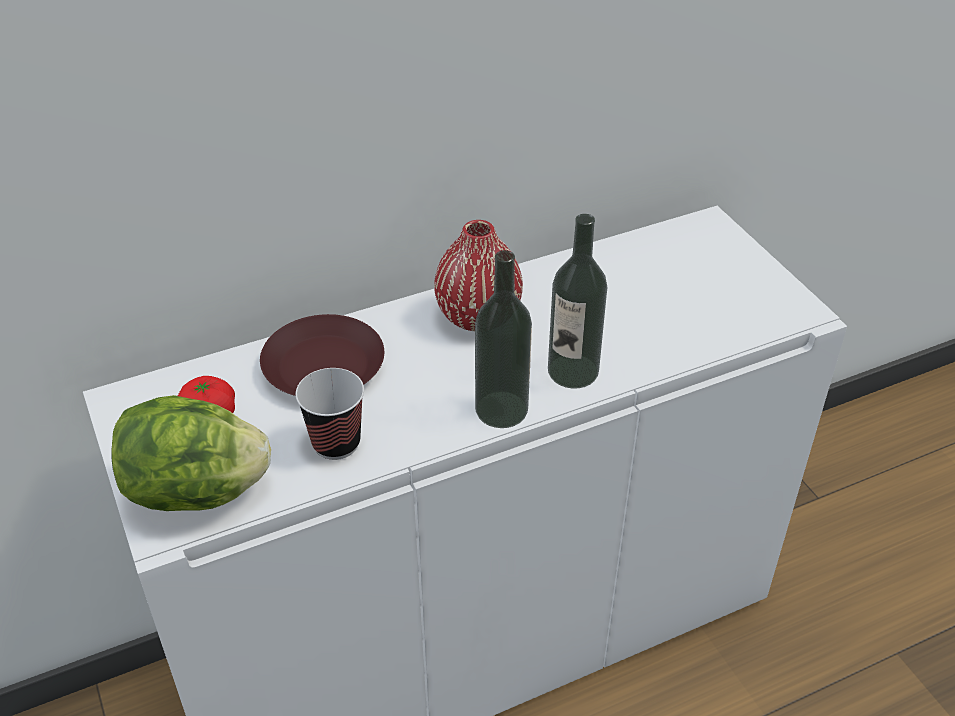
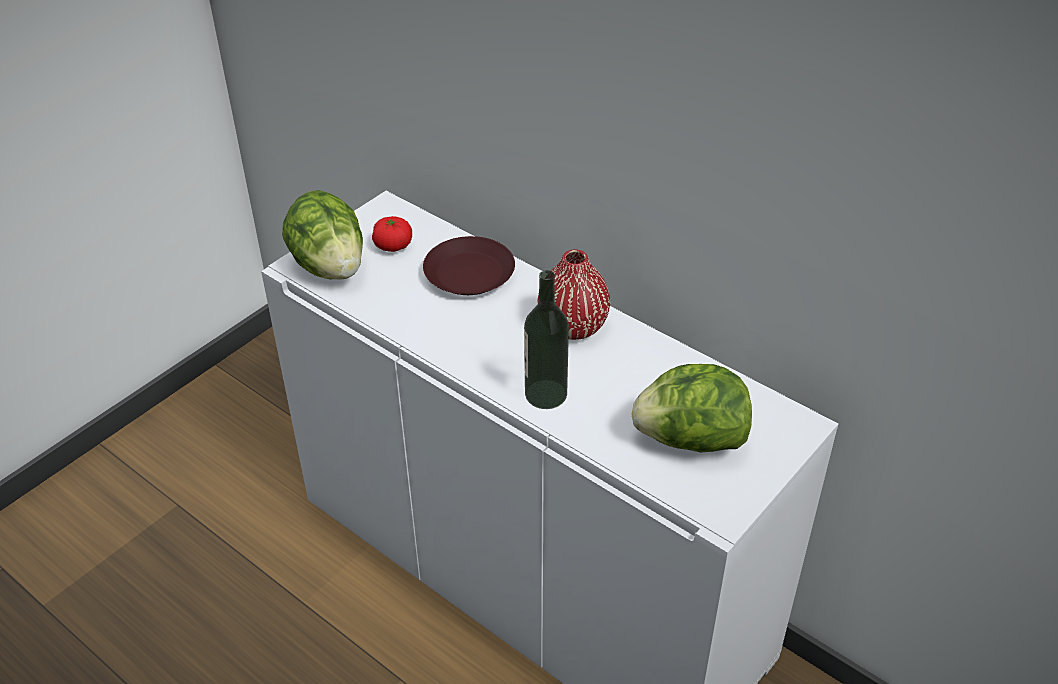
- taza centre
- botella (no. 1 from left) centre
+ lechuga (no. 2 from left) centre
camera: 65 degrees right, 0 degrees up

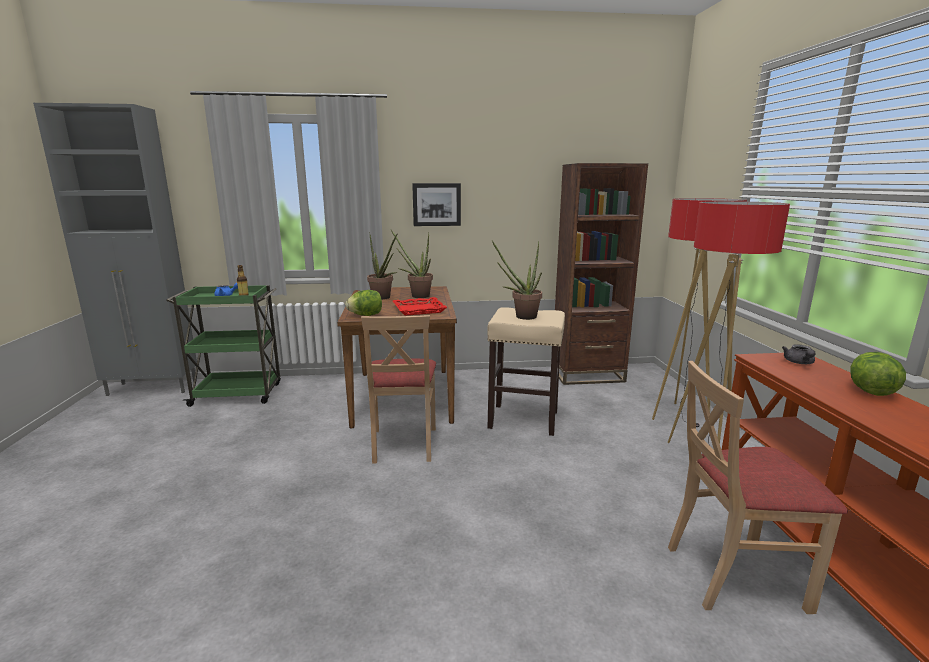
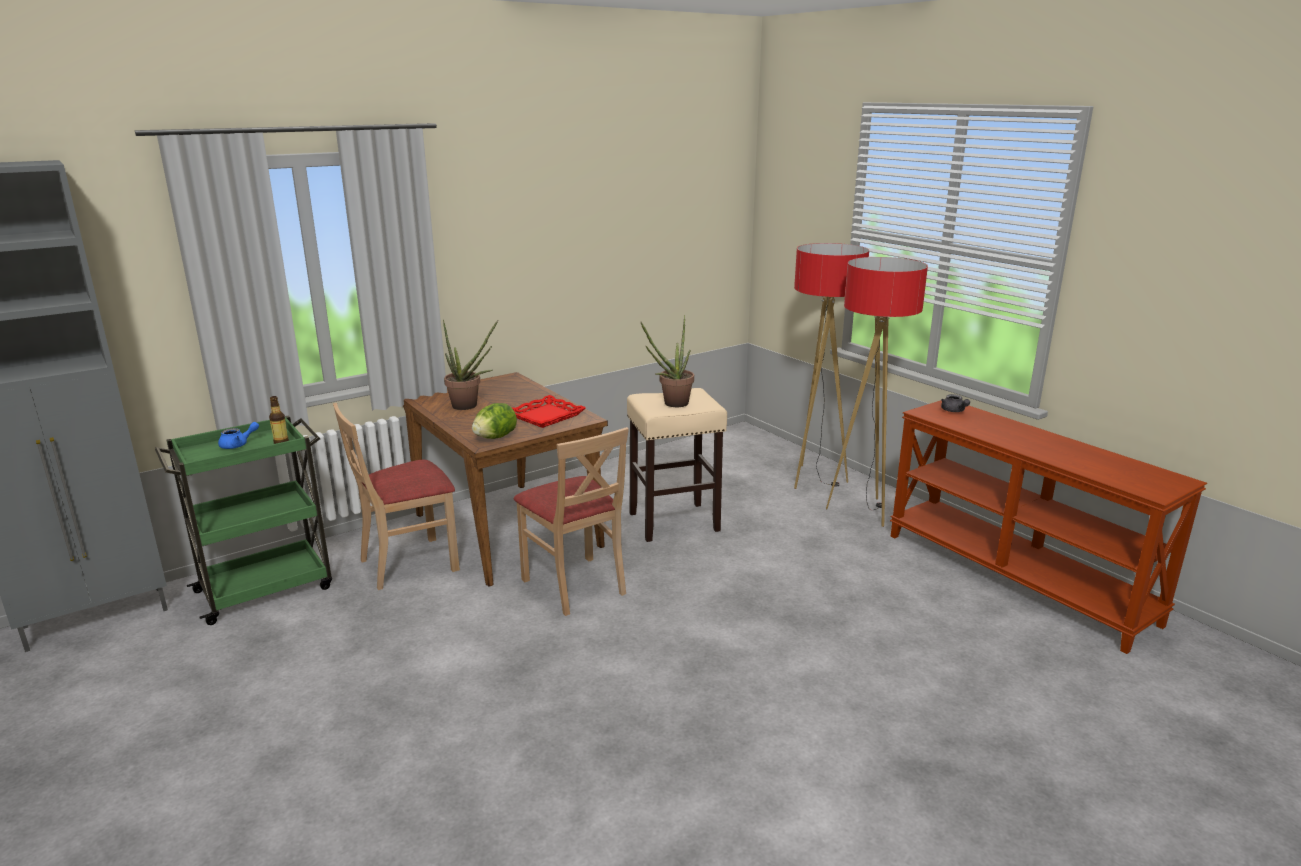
- planta en maceta (no. 2 from left) centre
- cuadro top centre
- estantería [marrón] centre
- lechuga (no. 2 from left) middle right
~ silla [beis] (no. 2 from left in the first image) bottom right to silla [beis] (no. 1 from left) middle left
camera: 30 degrees left, 5 degrees up

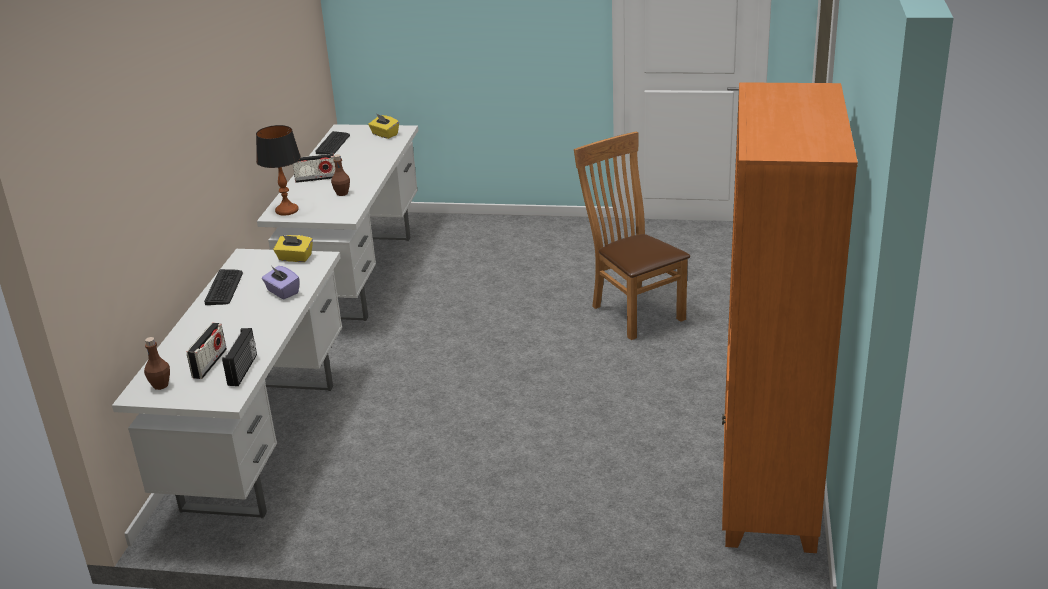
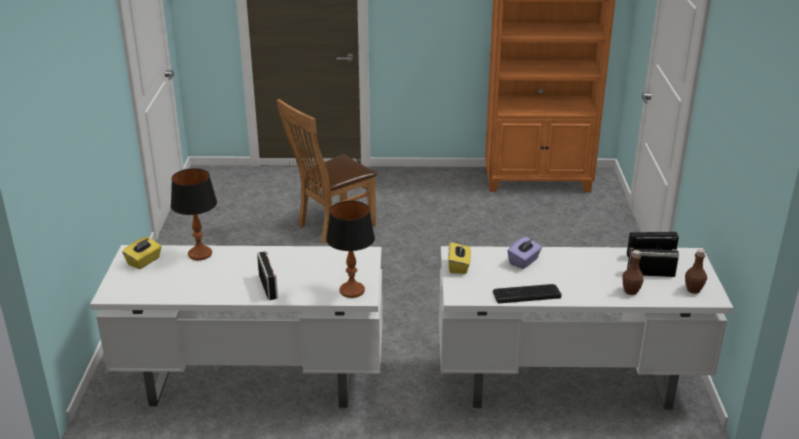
- teclado (no. 2 from left) top left
+ lámpara de mesa (no. 1 from left) middle left
~ botella [marrón] (no. 2 from left in the first image) top left to botella [marrón] (no. 1 from left) middle right
camera: 100 degrees left, 0 degrees up

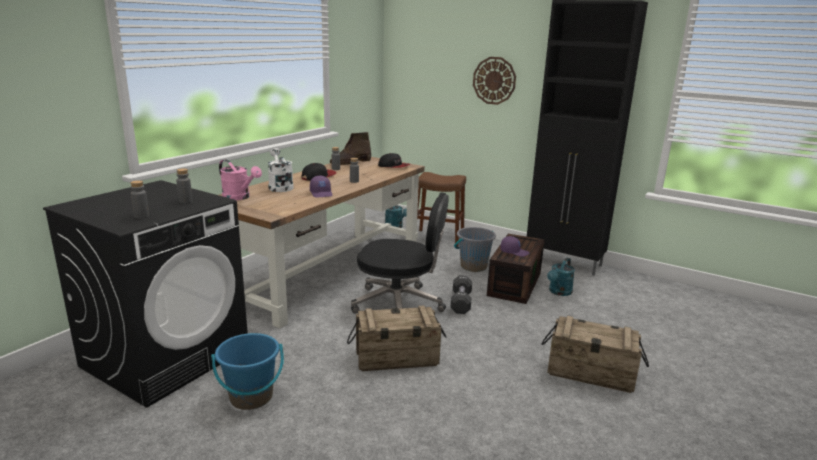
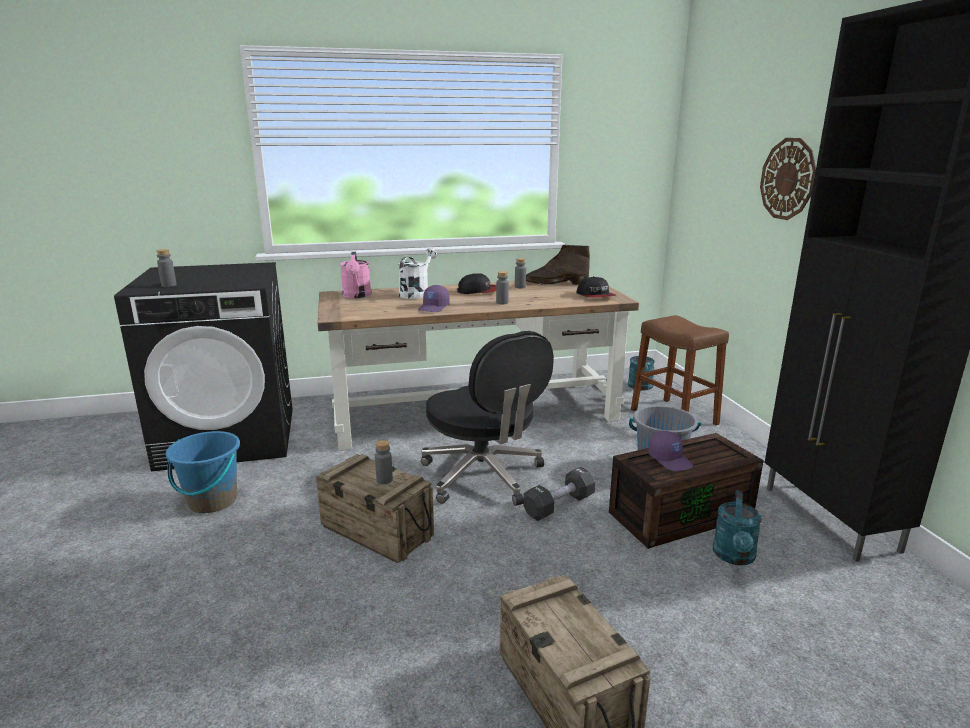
~ botella [gris] (no. 2 from left) middle left to centre
~ regadera [turquesa] (no. 2 from left) middle right = bottom right 60 degrees counterclockwise
camera: 45 degrees right, 0 degrees up

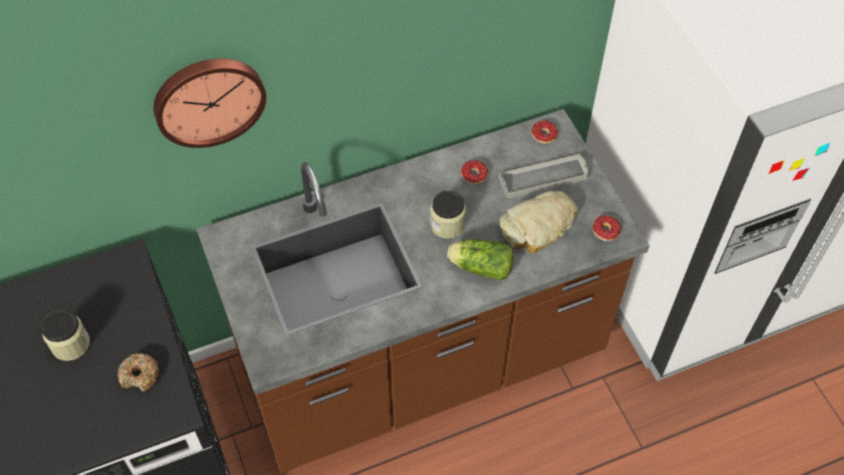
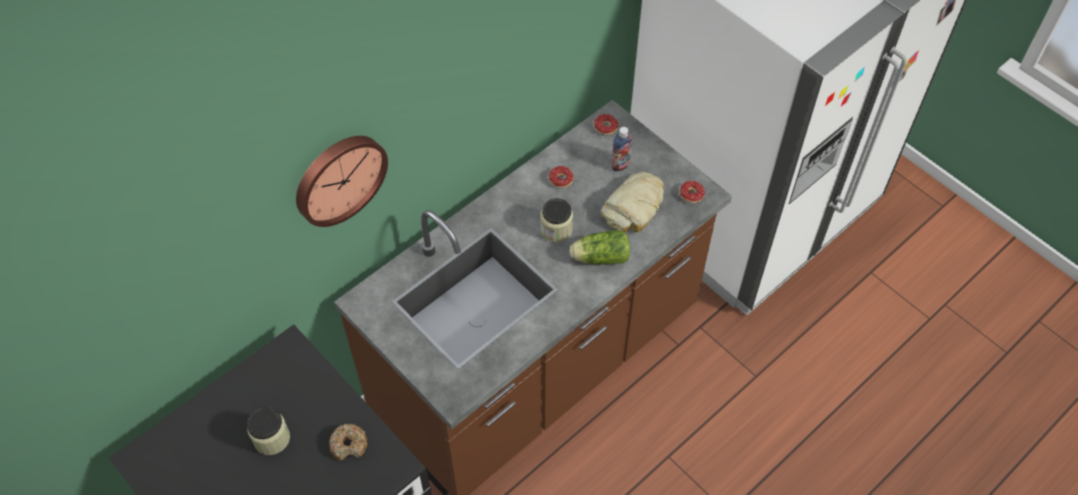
~ bandeja [gris] centre to botella top centre
camera: 20 degrees left, 0 degrees up

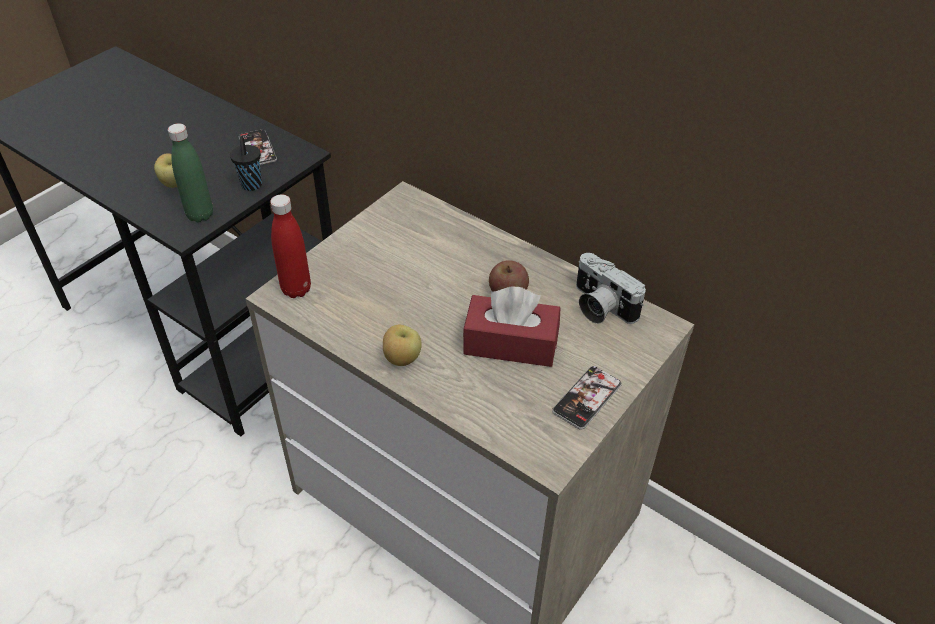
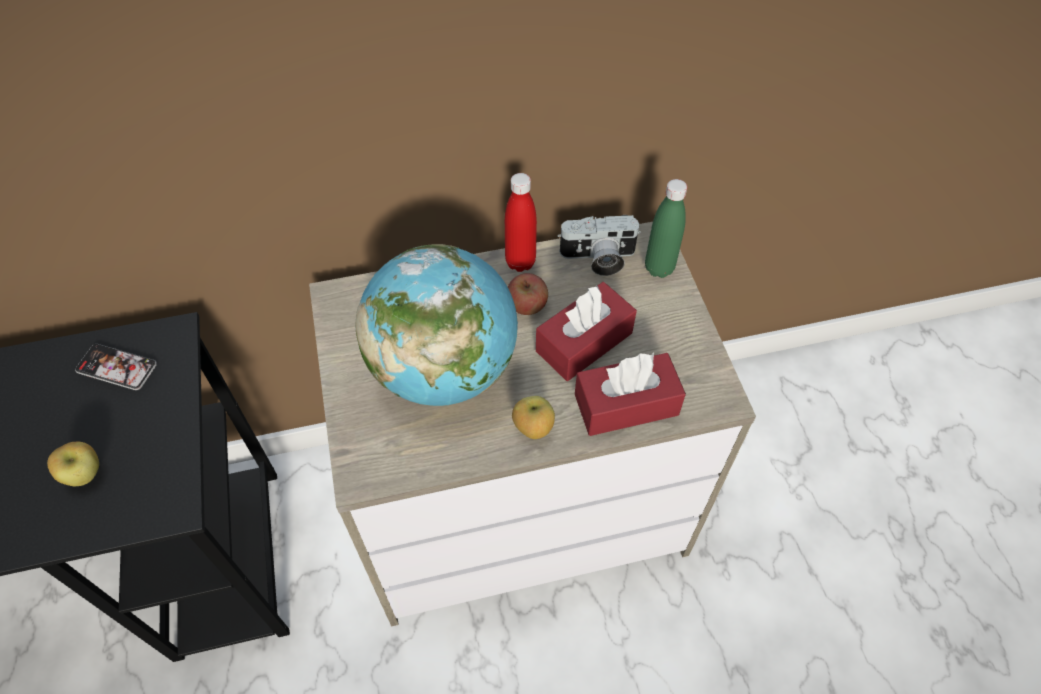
- taza [negro] top left
- móvil (no. 2 from left) centre
+ globo terráqueo centre
+ caja de pañuelos [rojo] (no. 2 from left) centre
~ botella [verde] top left to top centre
~ botella [rojo] middle left to top centre
camera: 50 degrees left, 10 degrees up

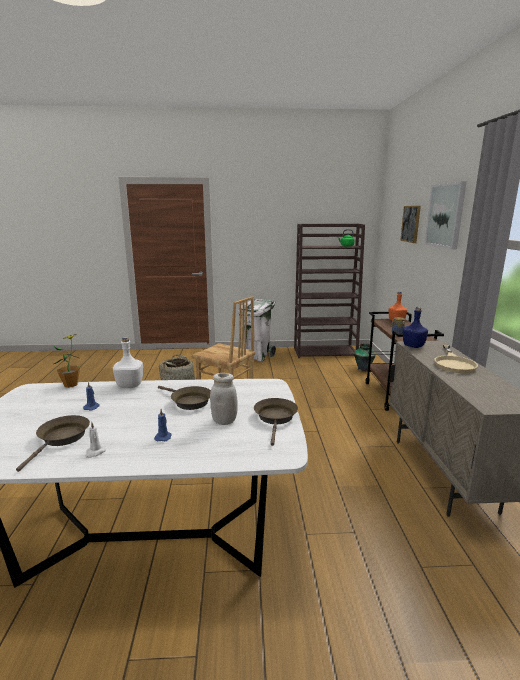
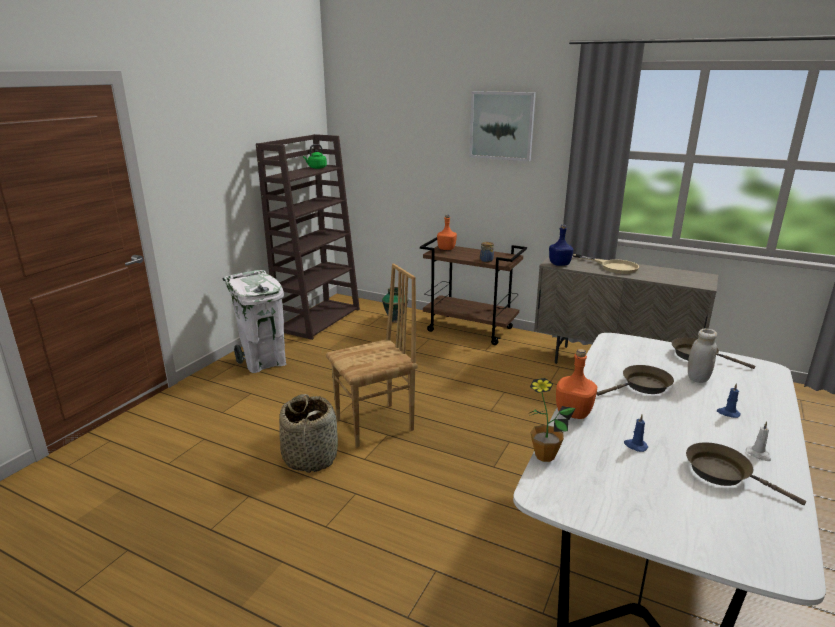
- cuadro (no. 1 from left) top right
~ botella [blanco] middle left to botella [naranja] (no. 2 from left) middle right
camera: 60 degrees left, 5 degrees up

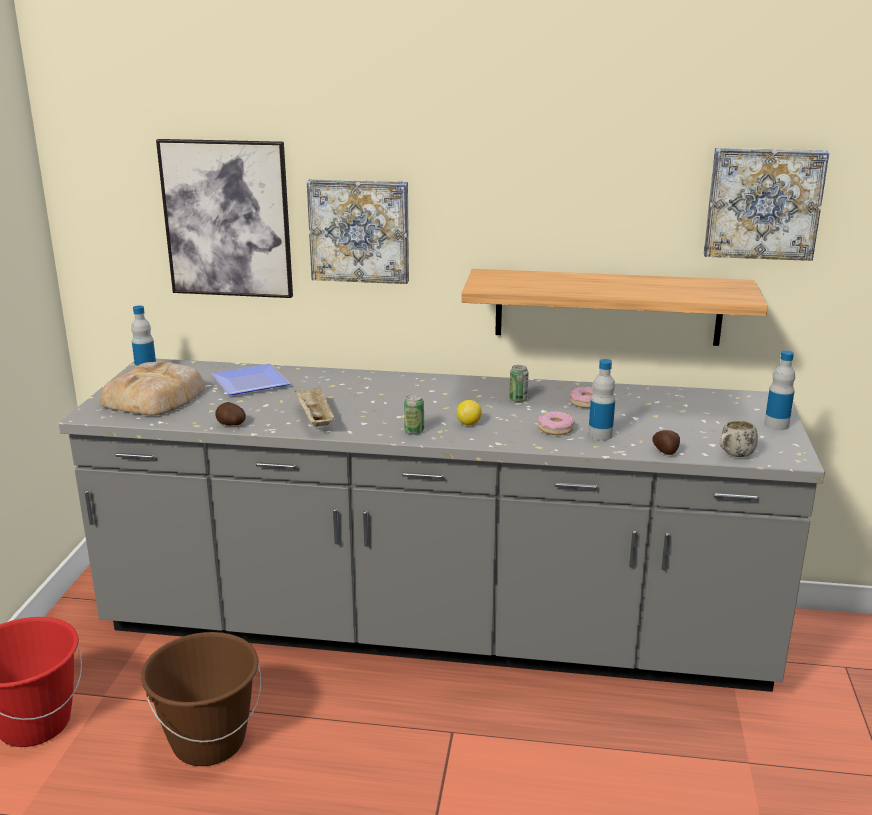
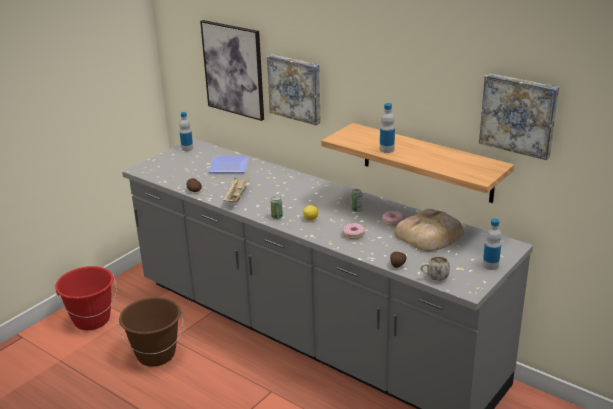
~ pan middle left to middle right
~ botella (no. 2 from left) middle right to top centre
camera: 30 degrees right, 5 degrees up

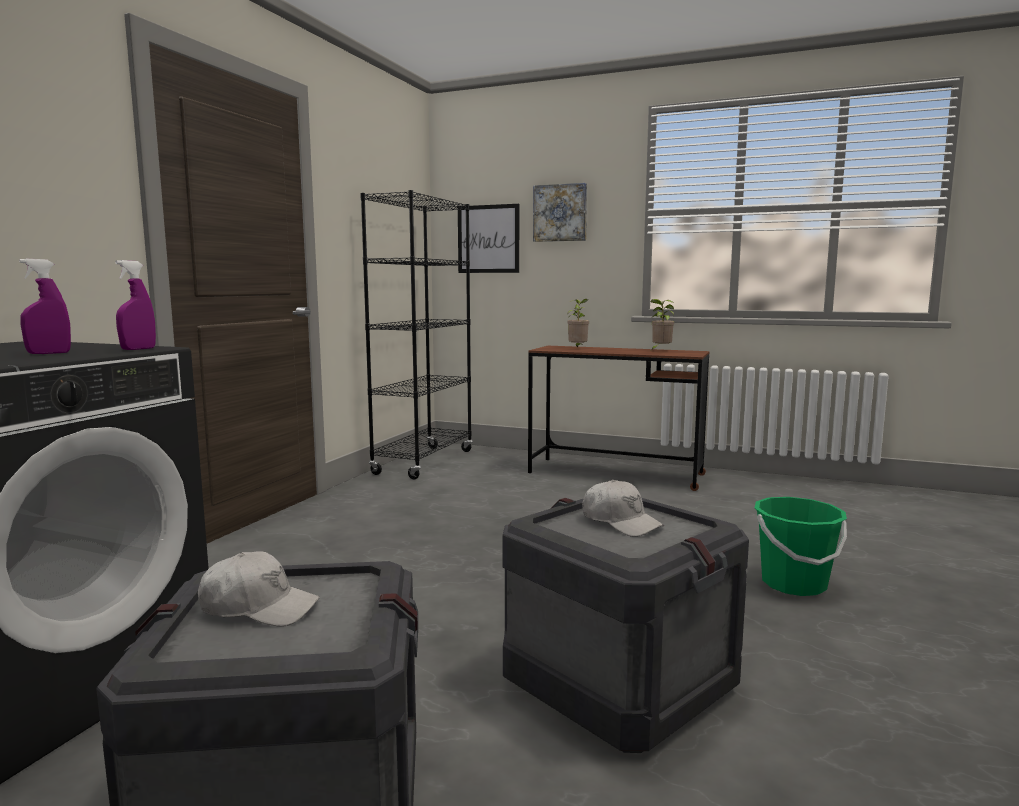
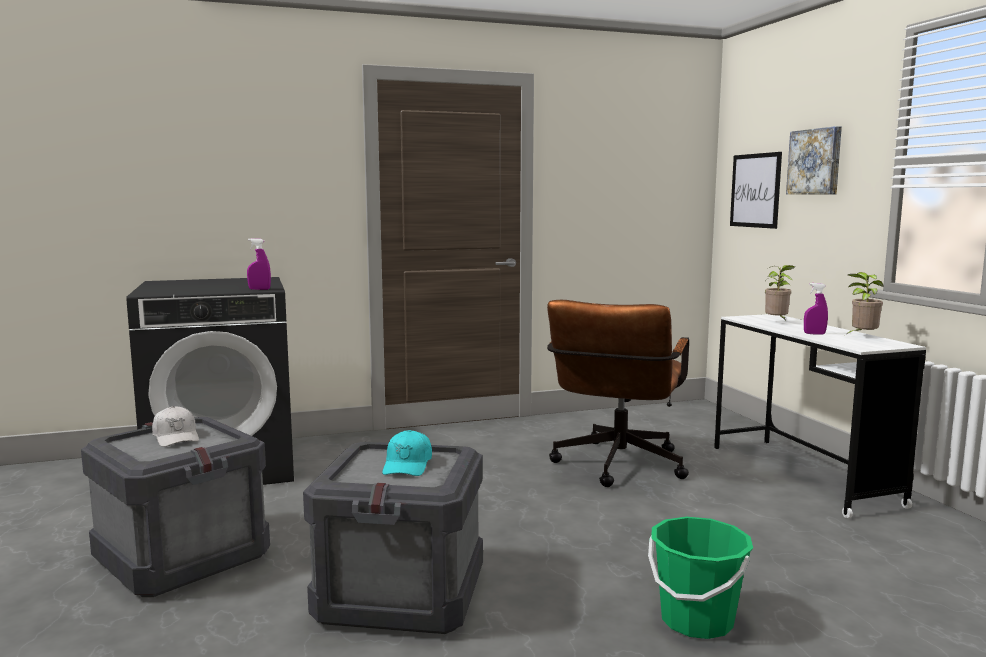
- estantería [negro] centre
+ silla de oficina [marrón] centre
~ pulverizador [morado] (no. 1 from left in the first image) middle left to pulverizador [morado] (no. 2 from left) middle right
~ escritorio [marrón] centre to escritorio [blanco] middle right
~ gorra [blanco] (no. 2 from left) centre to gorra [turquesa] bottom centre
camera: 50 degrees right, 0 degrees up

